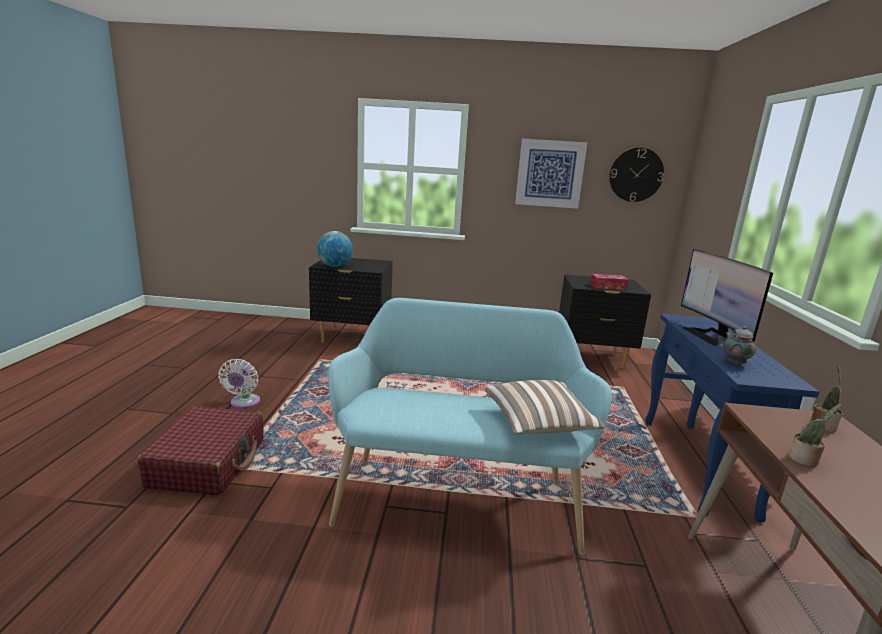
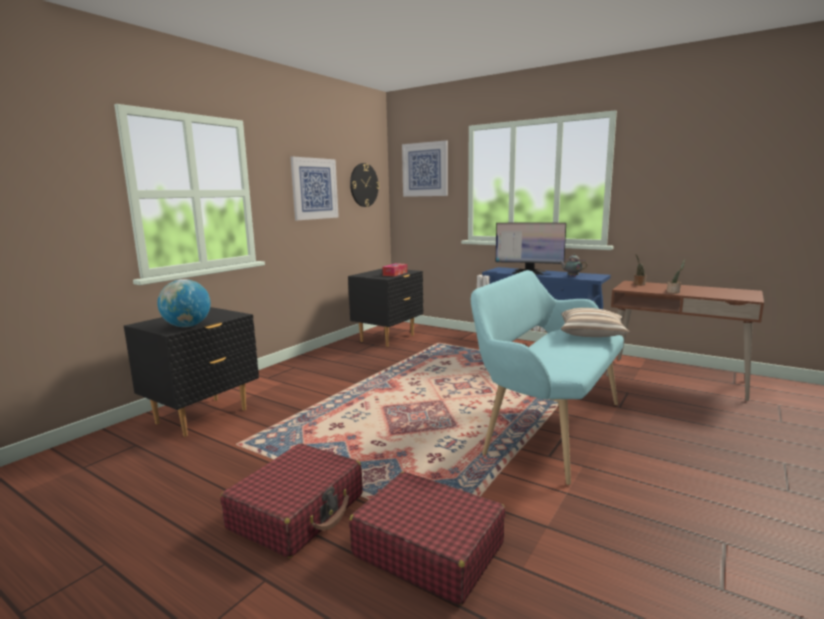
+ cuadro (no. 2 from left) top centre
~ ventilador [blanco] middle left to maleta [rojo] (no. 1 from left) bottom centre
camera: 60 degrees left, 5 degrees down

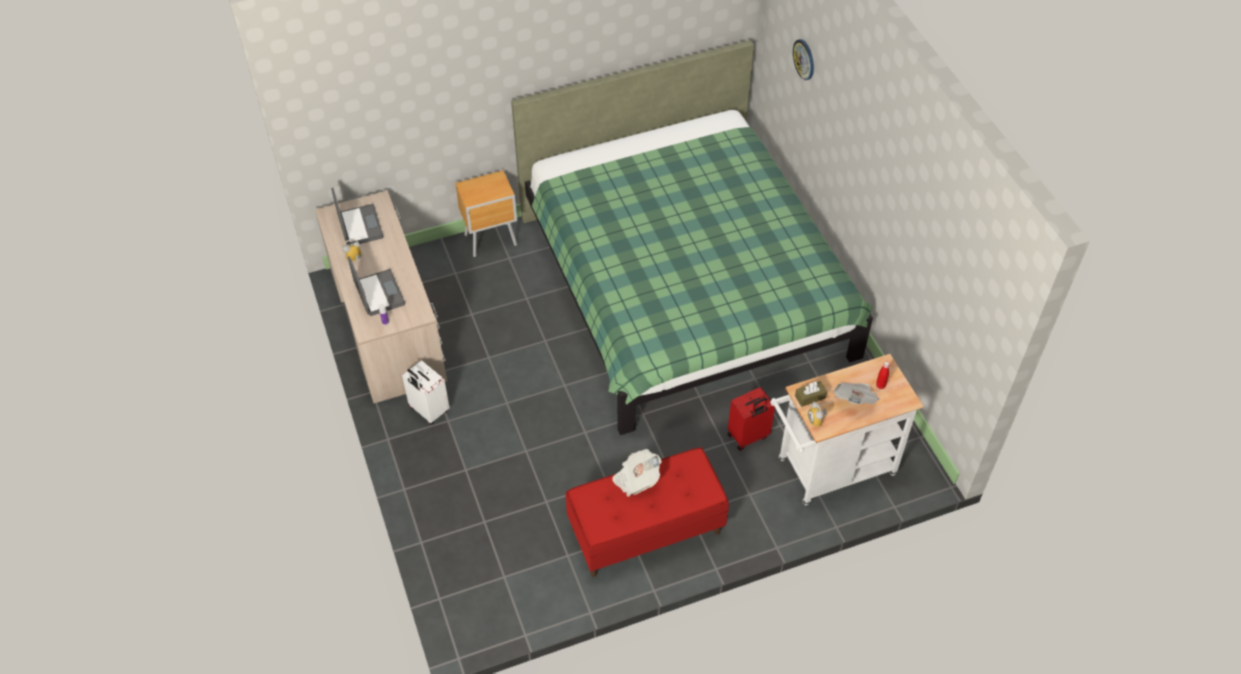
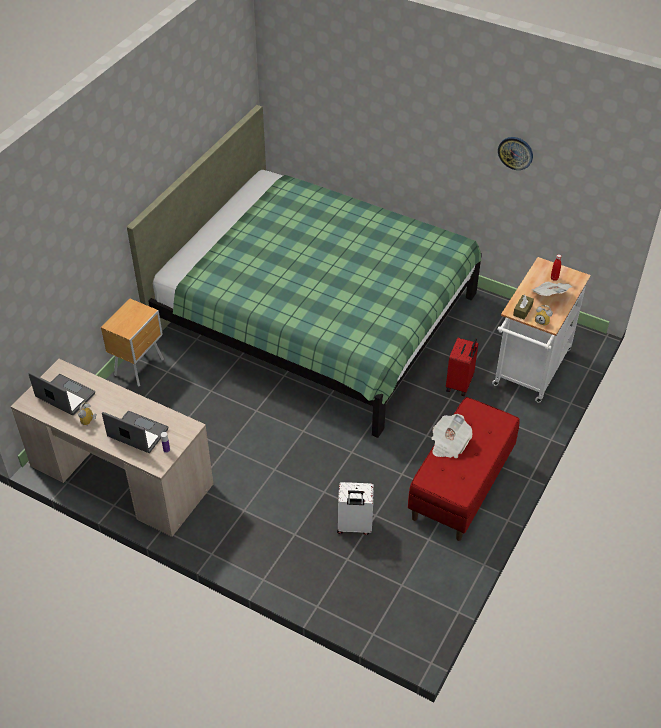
~ maleta [blanco] centre to bottom centre
~ reloj de pared top centre to top right
camera: 40 degrees left, 5 degrees down

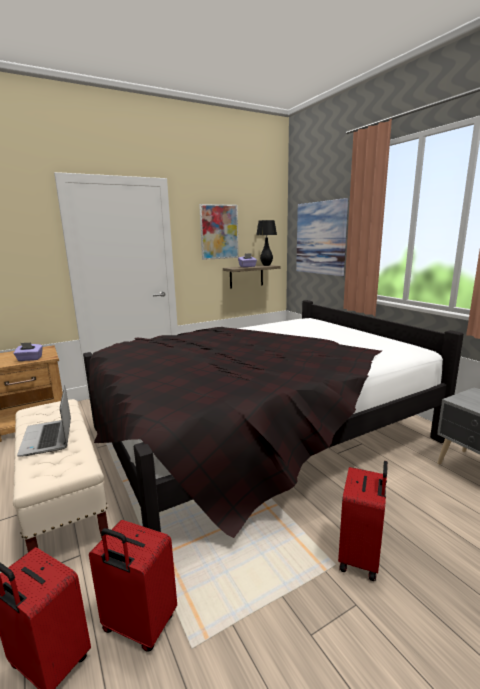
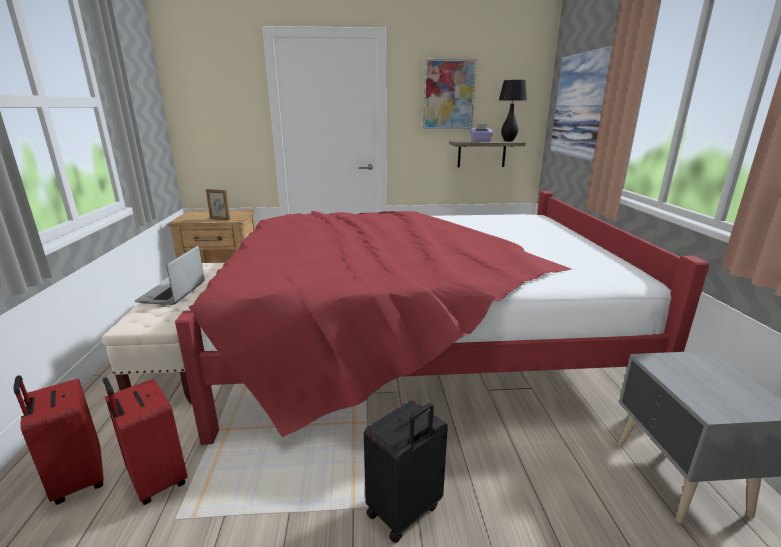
~ caja de pañuelos [morado] (no. 1 from left) middle left to portarretratos middle left
~ cama [negro] centre to cama [rojo] centre
~ maleta [rojo] (no. 3 from left) bottom right to maleta [negro] bottom centre
camera: 25 degrees right, 5 degrees up

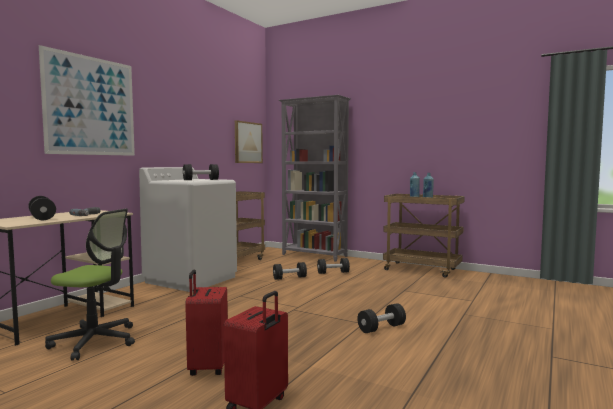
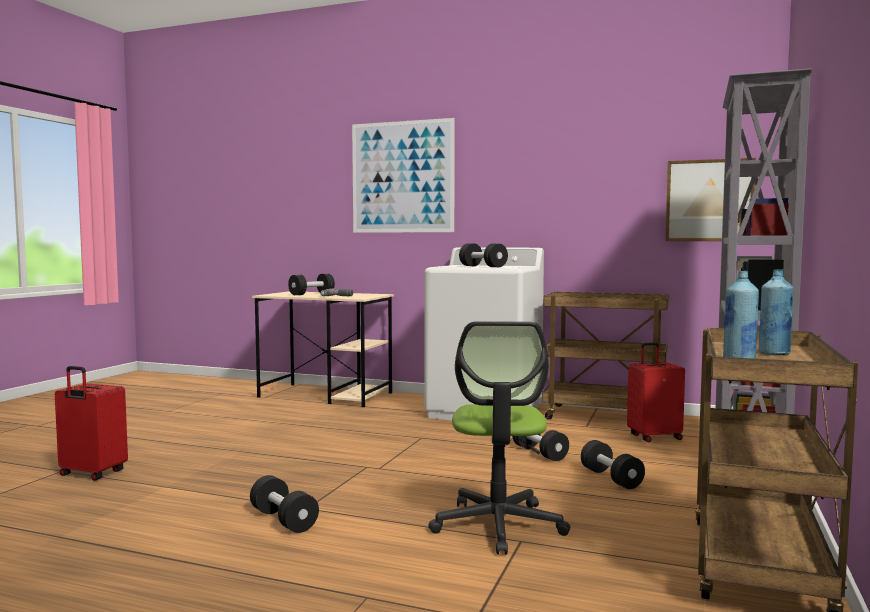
~ silla de oficina bottom left to bottom centre
~ maleta [rojo] (no. 1 from left in the first image) bottom centre to maleta [rojo] (no. 2 from left) middle right
camera: 80 degrees right, 0 degrees up

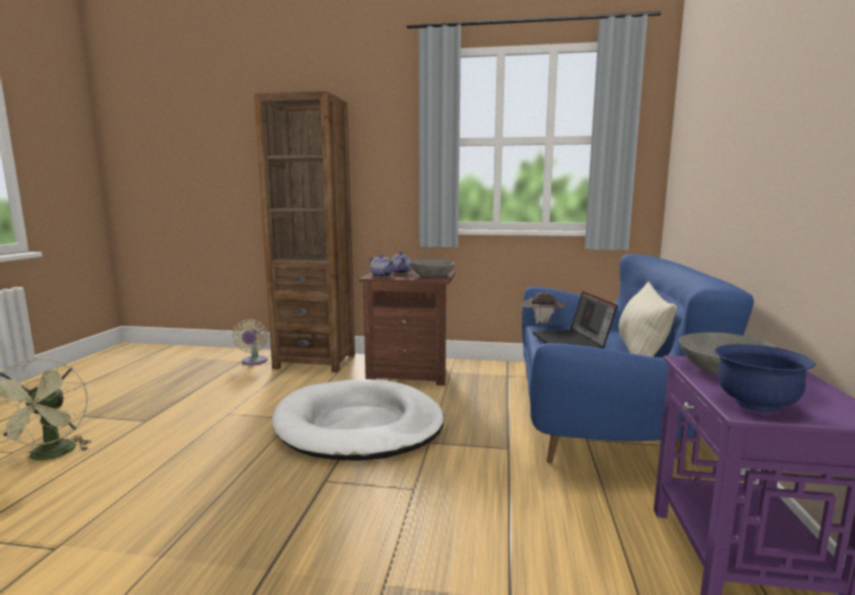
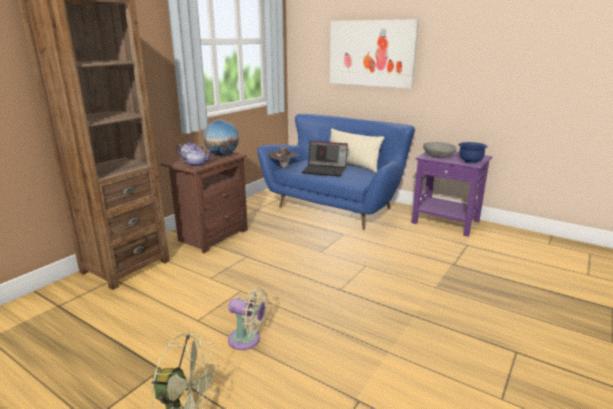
- cama para perro [blanco] bottom centre
+ cuadro top centre
~ ventilador [beis] middle left to bottom centre
~ cuenco [gris] (no. 1 from left) centre to globo terráqueo centre
camera: 65 degrees left, 10 degrees up

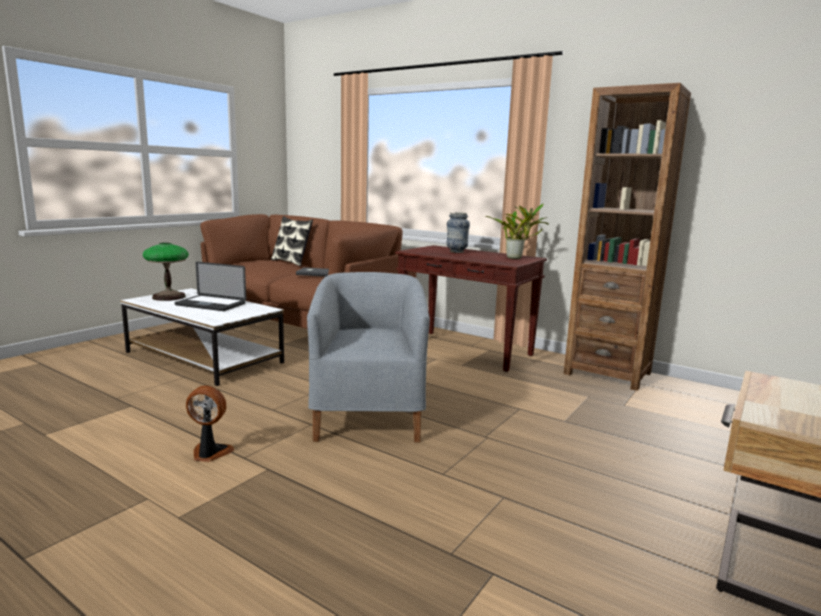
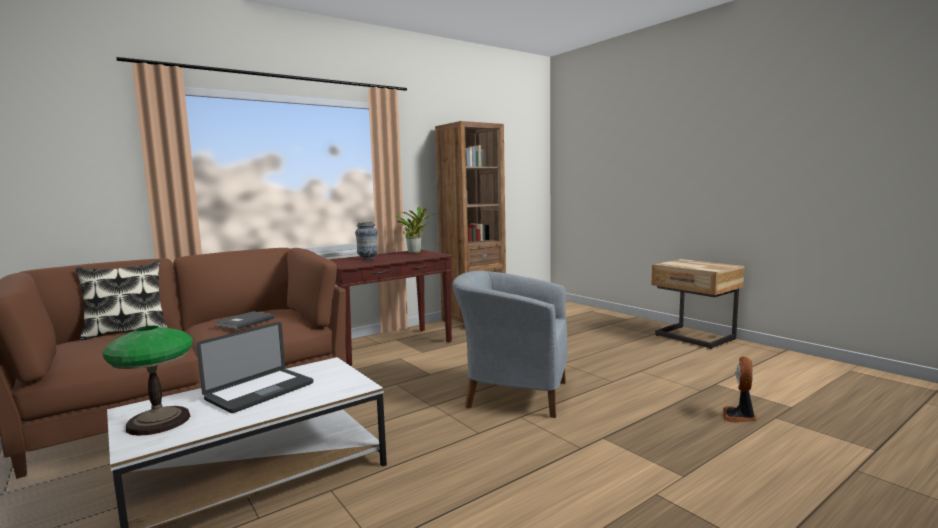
~ ventilador bottom left to bottom right
camera: 70 degrees left, 5 degrees down

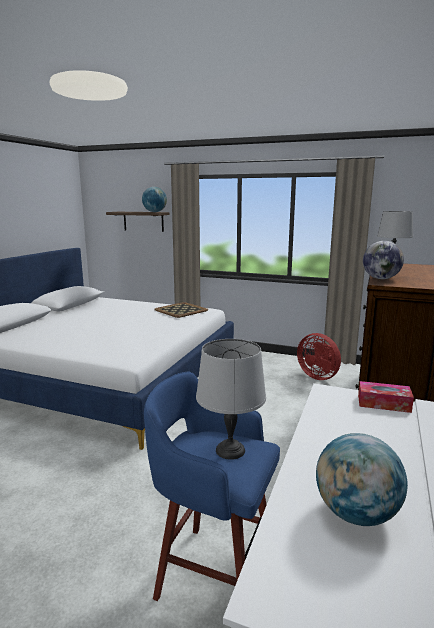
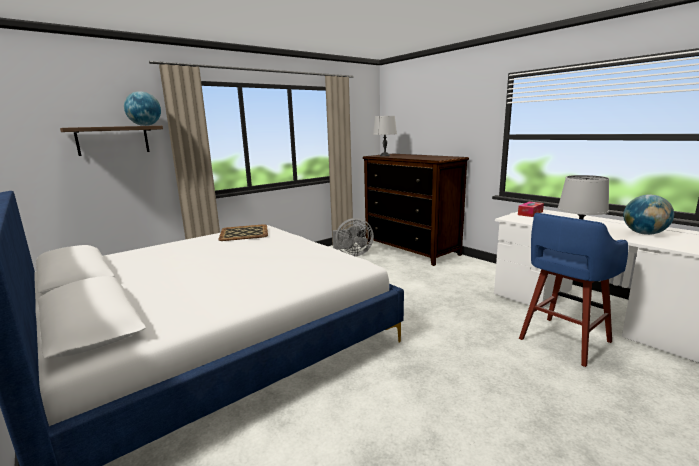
- globo terráqueo (no. 3 from left) middle right
~ ventilador [rojo] middle right to ventilador [gris] centre
camera: 60 degrees left, 0 degrees up

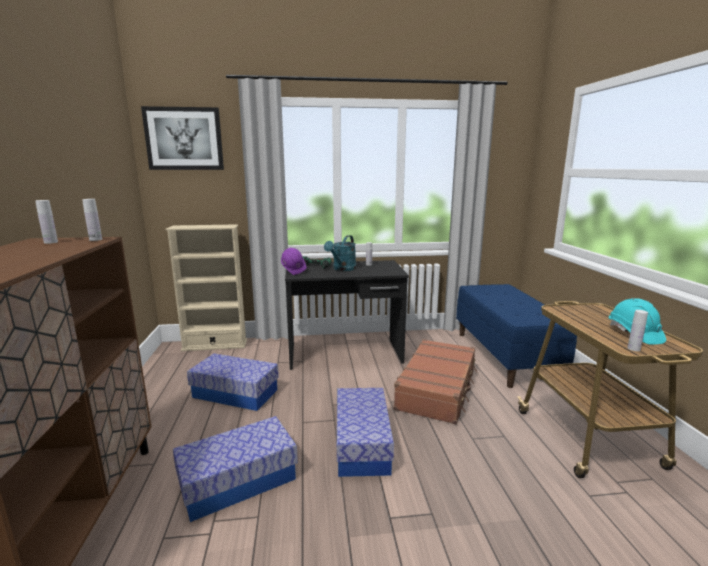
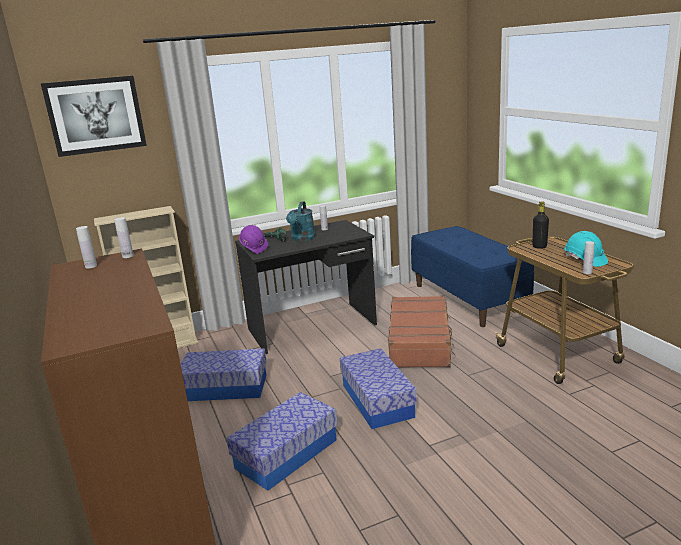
+ botella [negro] middle right
camera: 15 degrees left, 5 degrees up

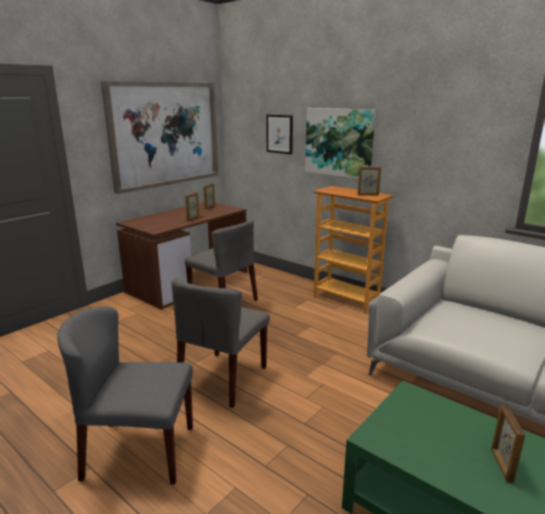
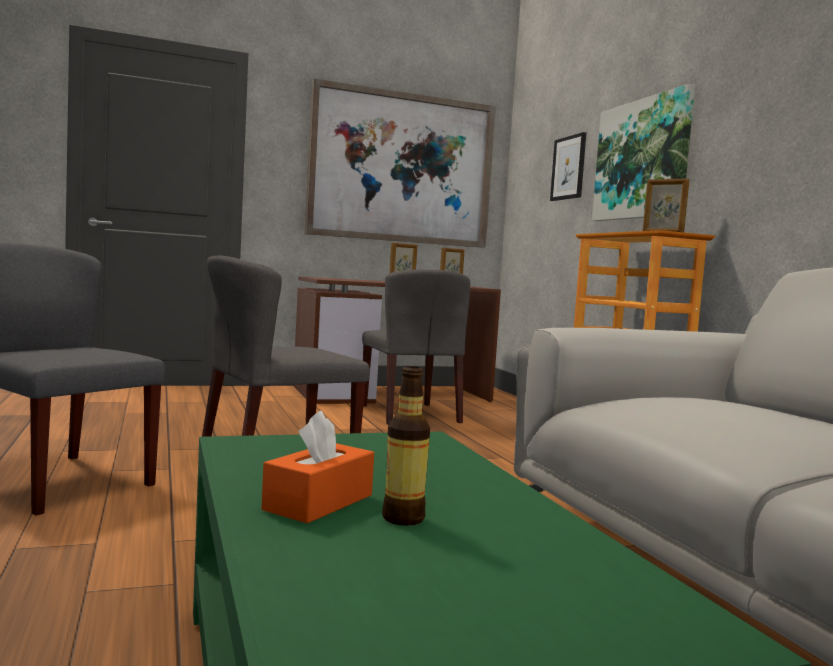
+ caja de pañuelos [naranja] bottom centre
~ portarretratos (no. 4 from left) bottom right to botella bottom centre
camera: 30 degrees right, 15 degrees down

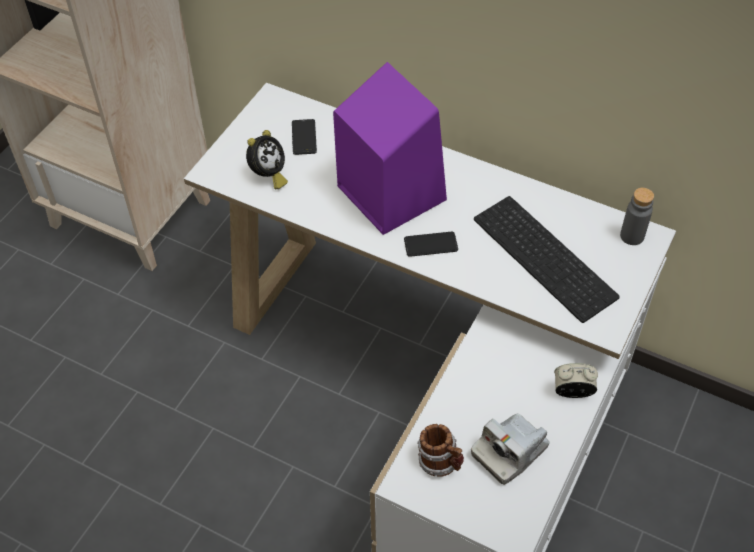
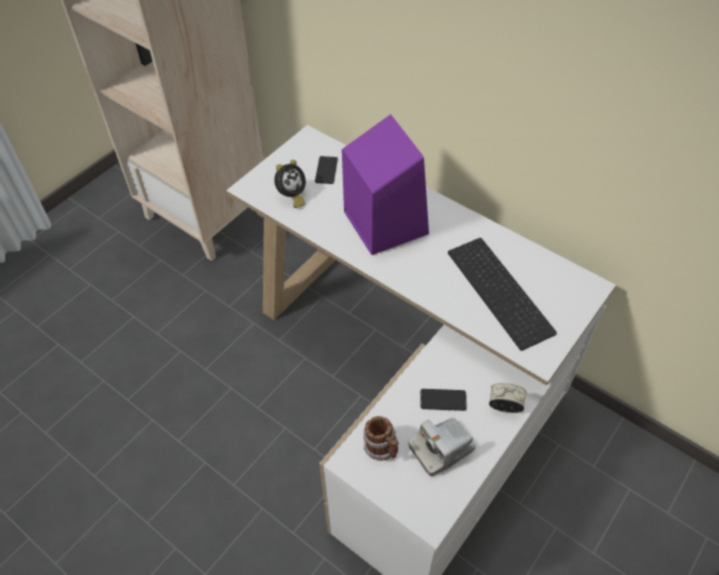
- botella [gris] middle right
~ móvil (no. 2 from left) centre to bottom centre
camera: 10 degrees right, 0 degrees up

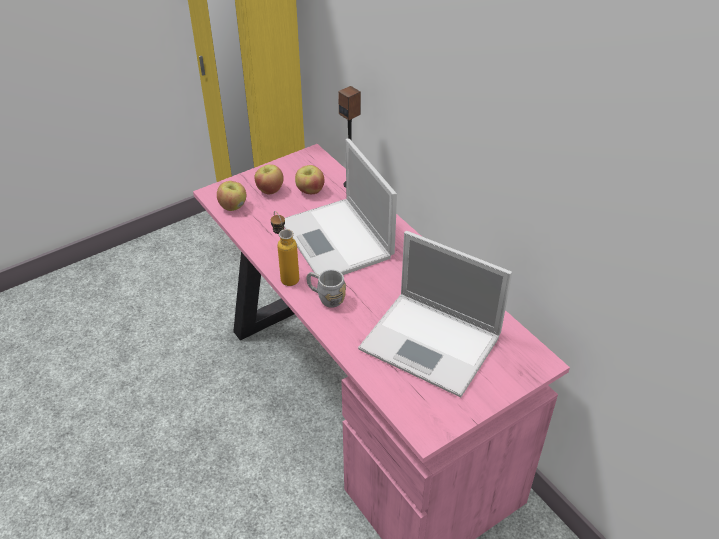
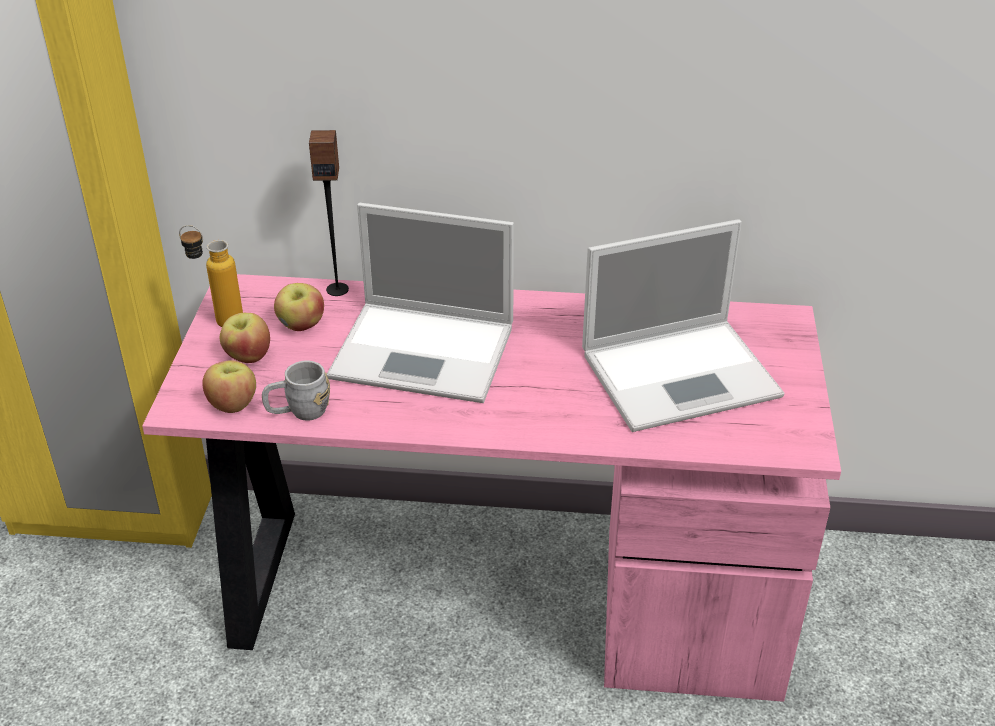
~ botella centre to middle left
~ taza grande [gris] centre to middle left
camera: 50 degrees left, 5 degrees down

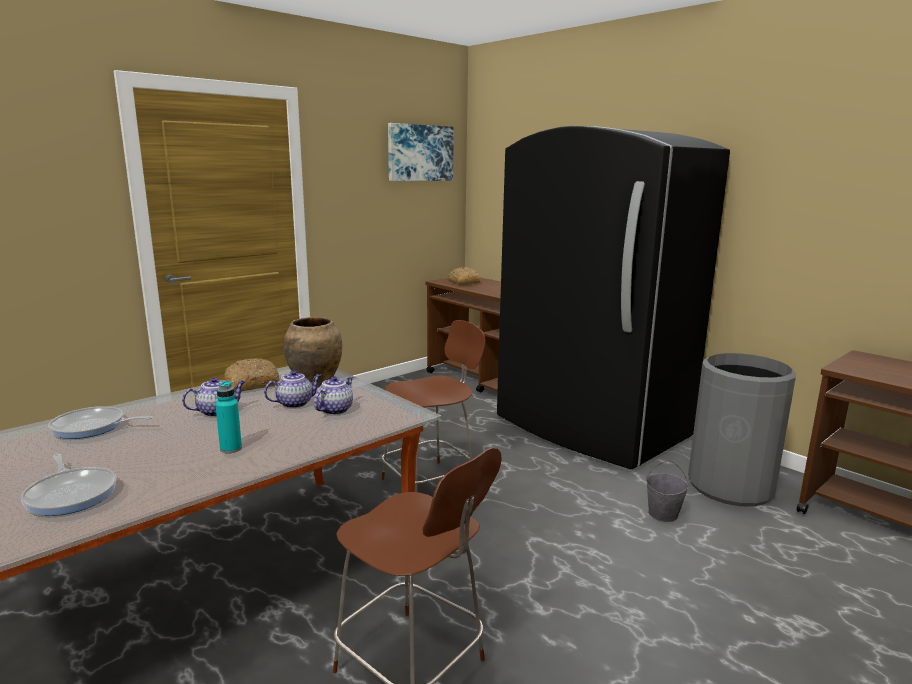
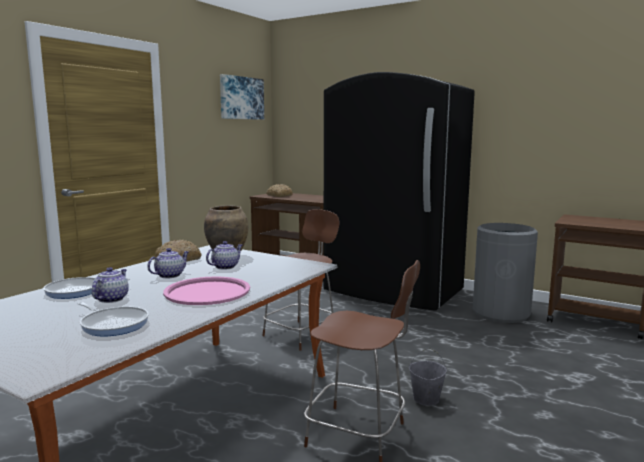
~ tetera (no. 3 from left in the first image) centre to tetera (no. 1 from left) middle left
~ cubo [gris] bottom right to bottom centre
~ botella [turquesa] middle left to bandeja [rosa] middle left
camera: 15 degrees left, 5 degrees down

